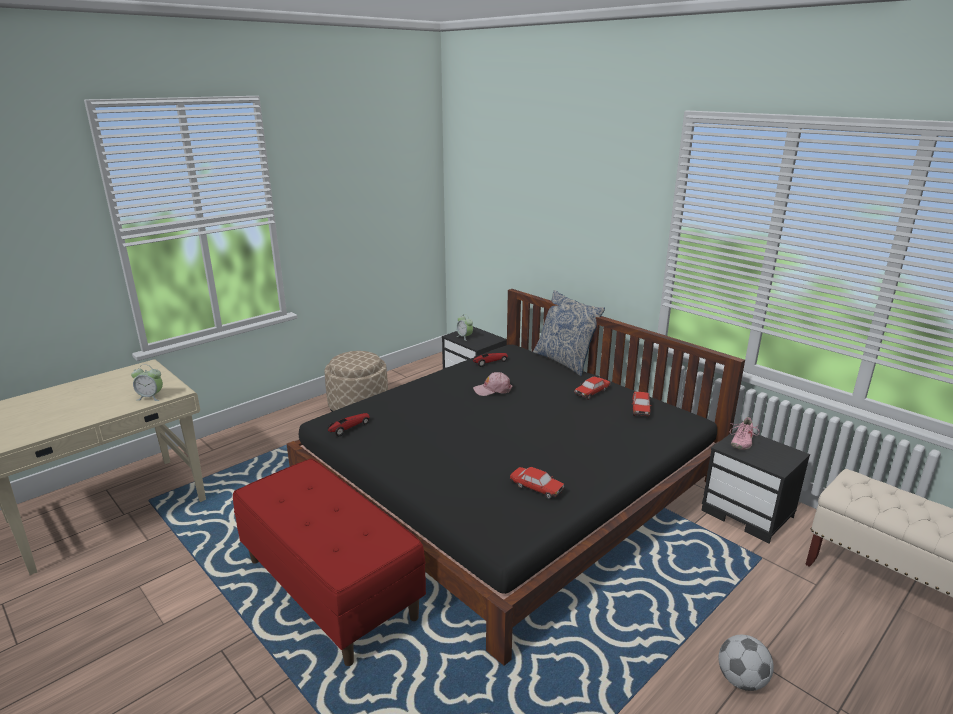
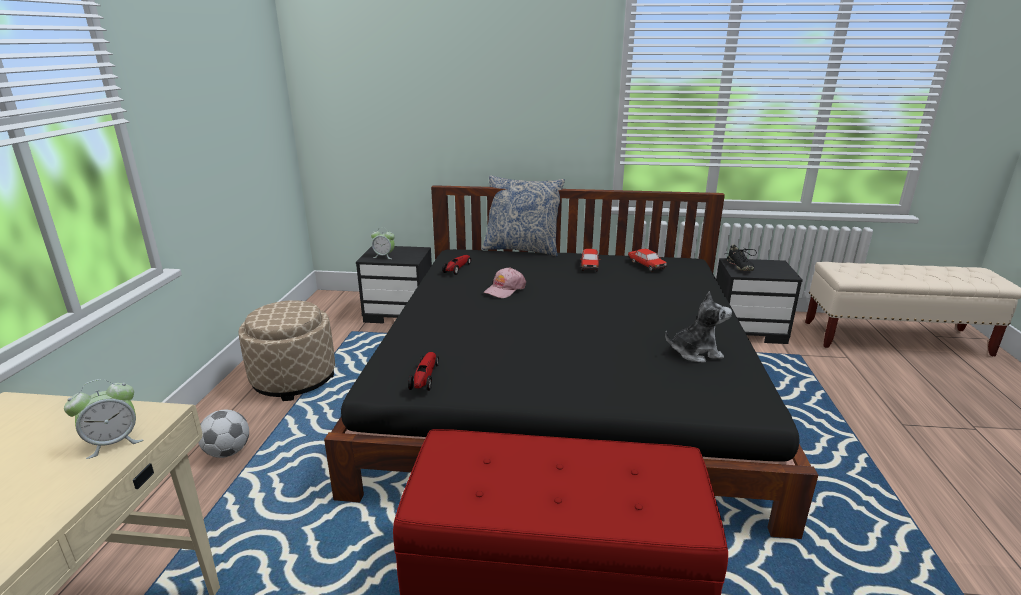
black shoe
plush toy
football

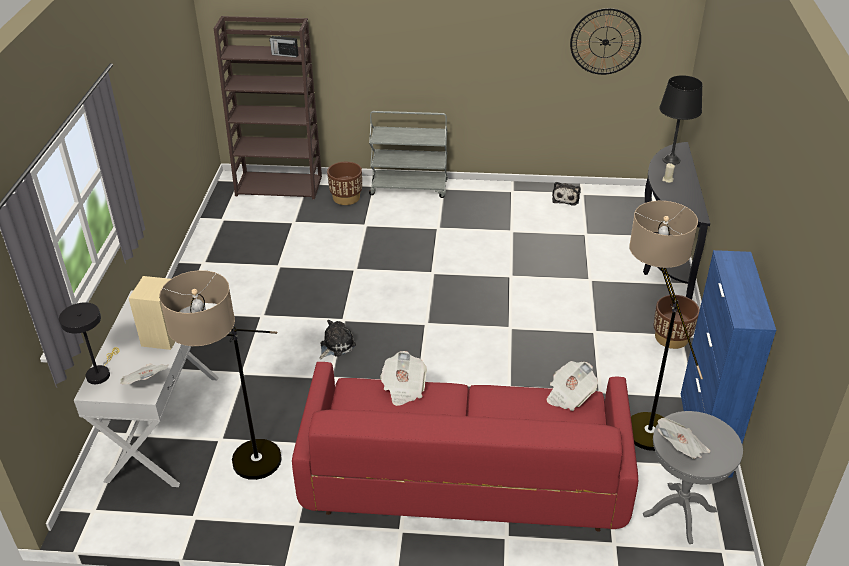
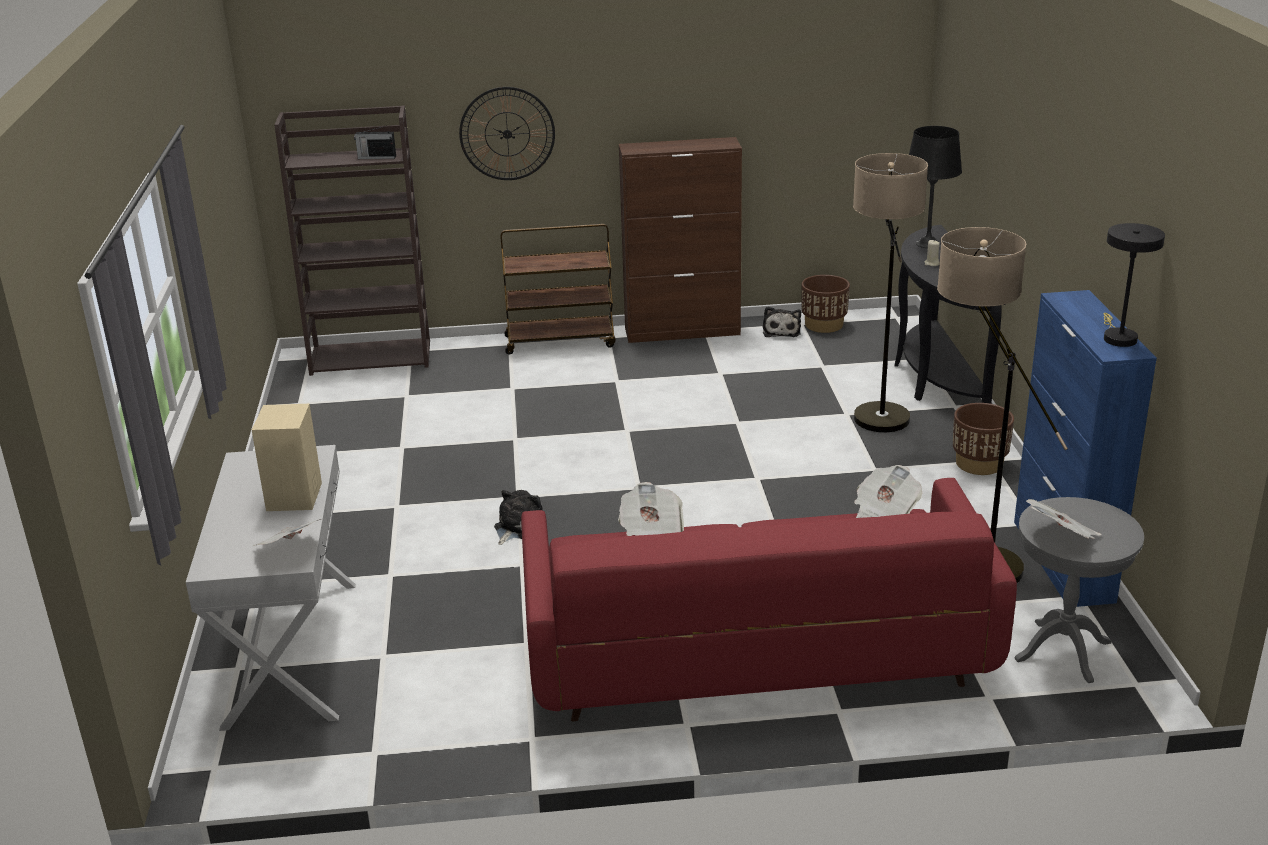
wall clock
brown cart
brown planter (1st from left)
floor lamp (1st from left)
black table lamp (2nd from left)
brown cabinet

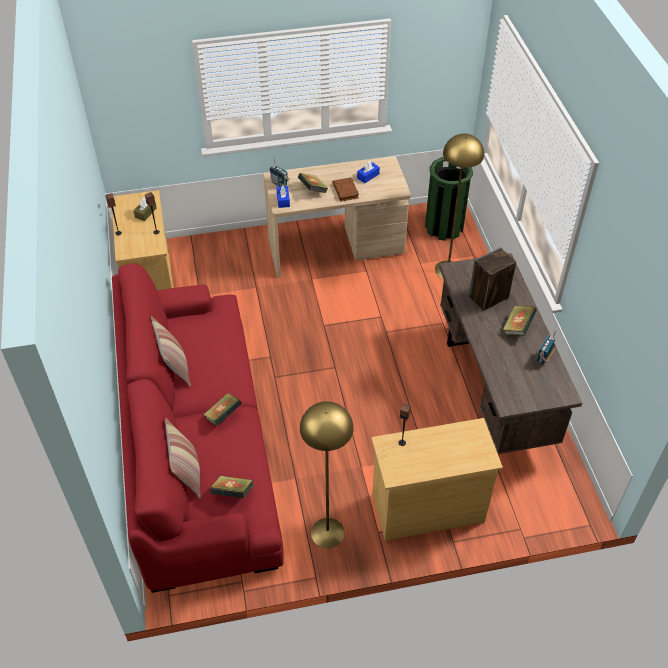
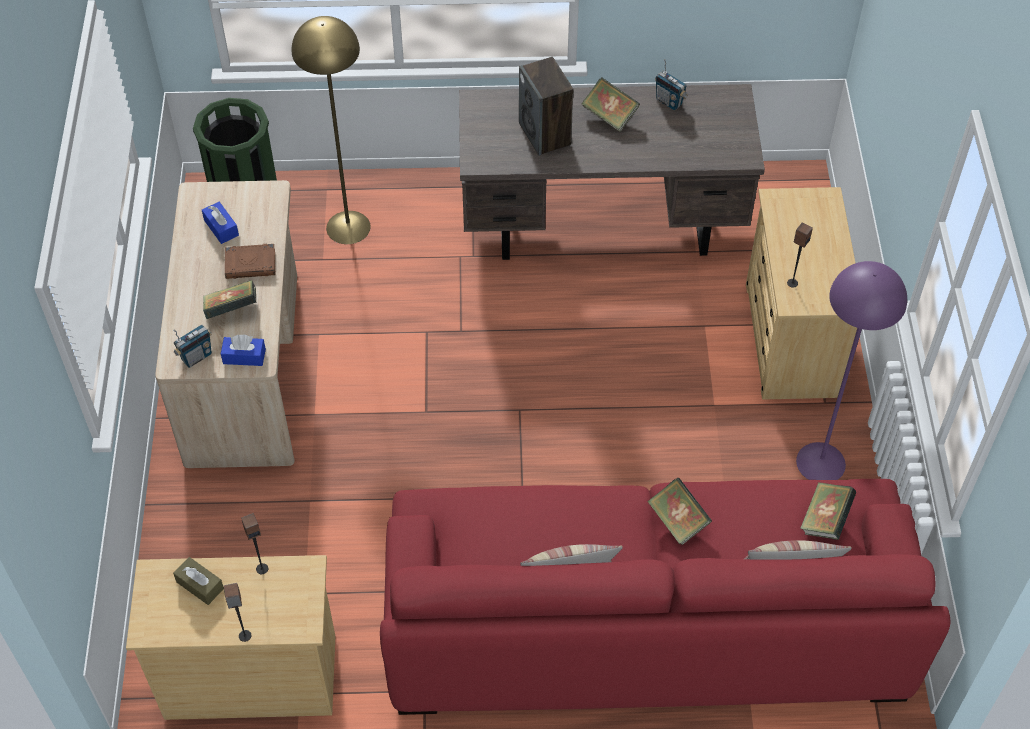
purple floor lamp

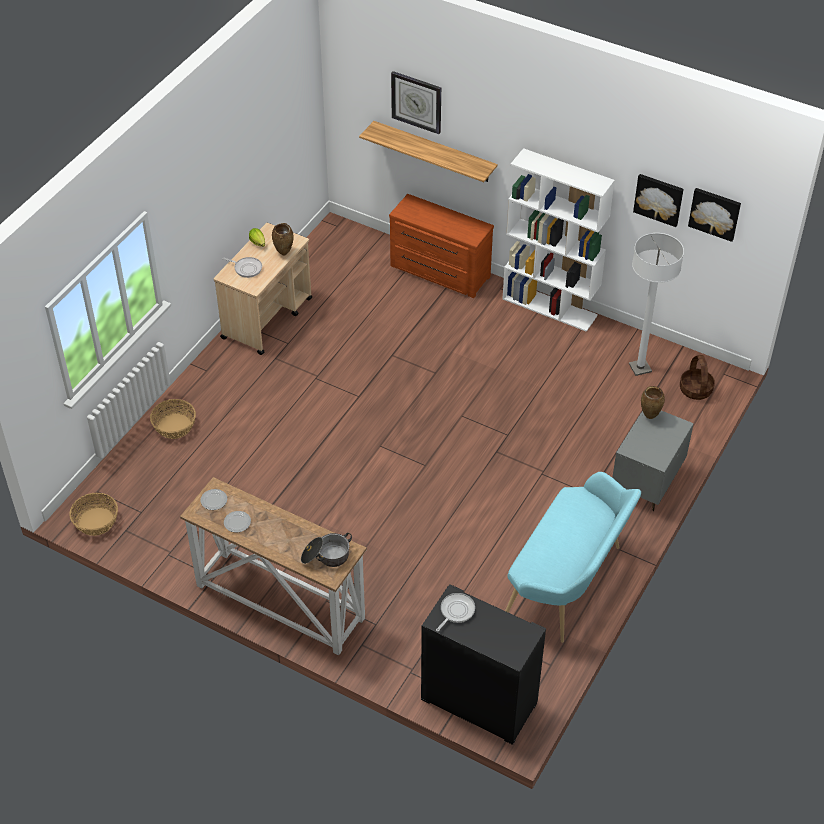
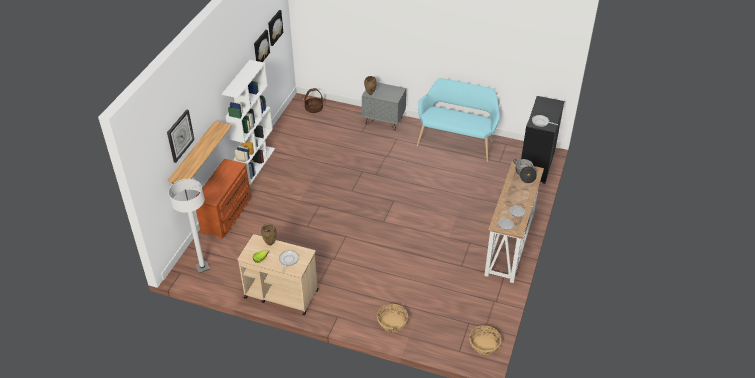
white floor lamp

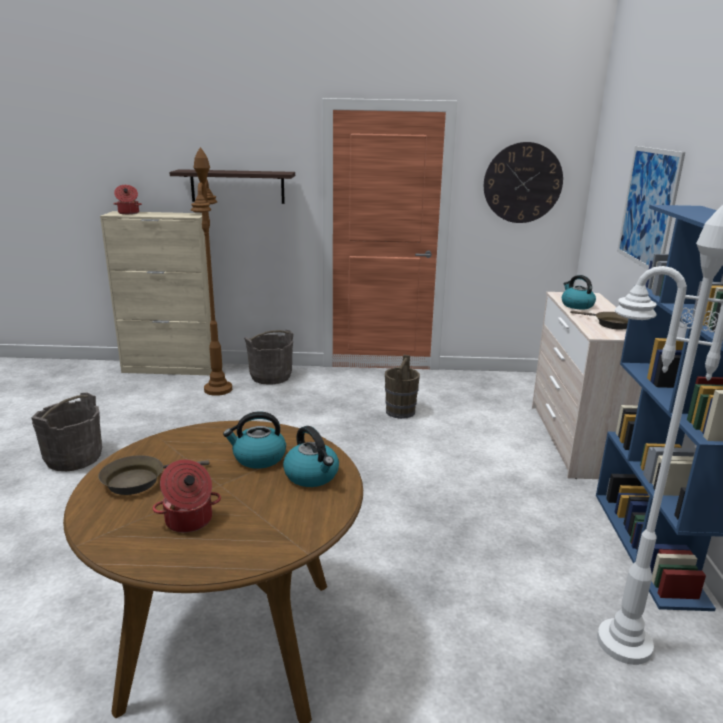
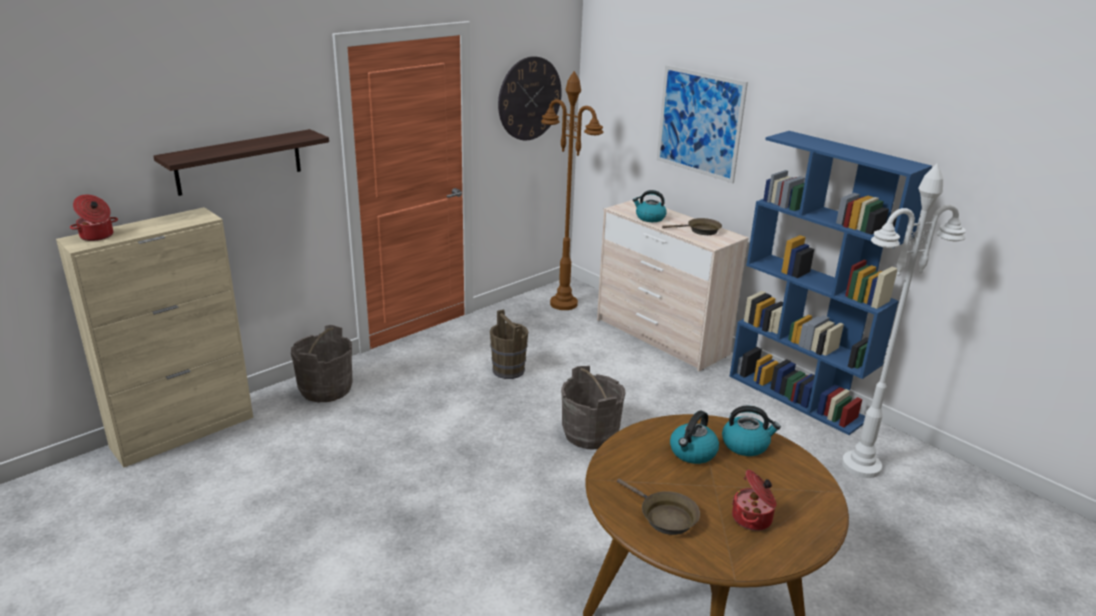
brown floor lamp
grey bucket (2nd from left)
brown frying pan (1st from left)

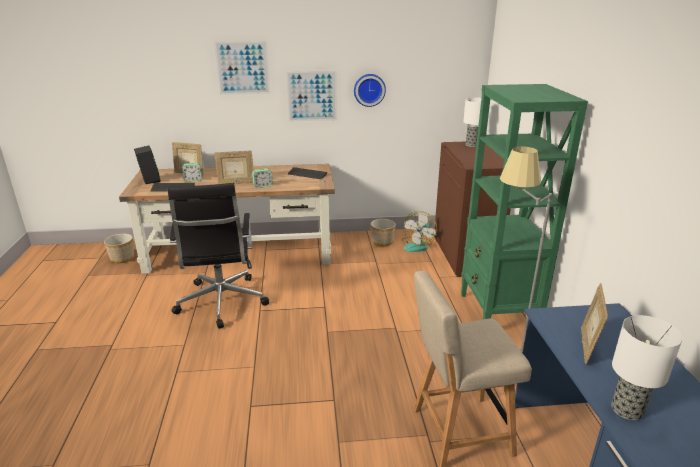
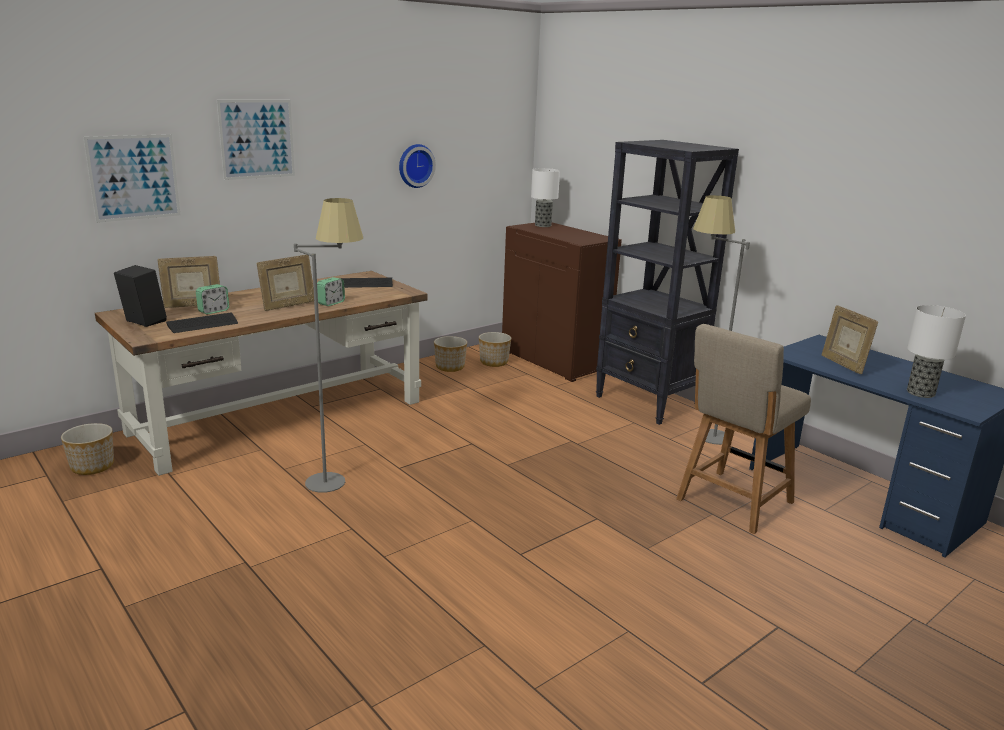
picture (1st from left)
black bookcase
grey floor lamp (1st from left)
planter (3rd from left)

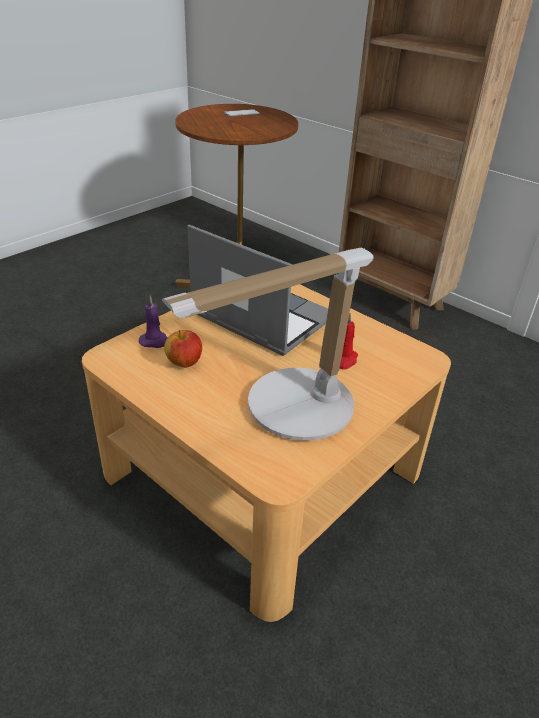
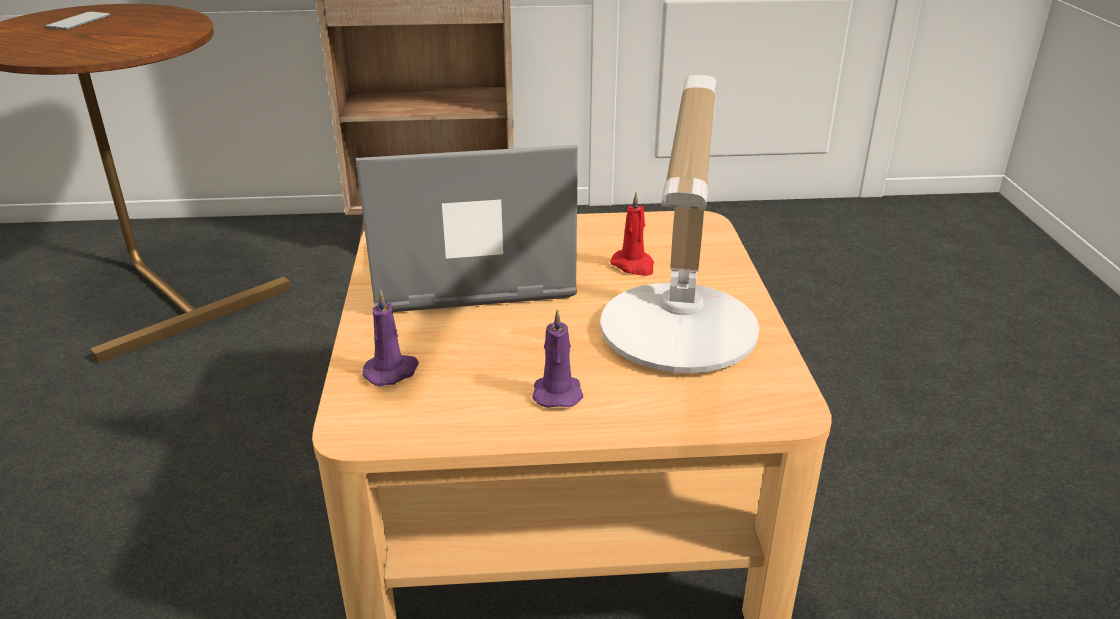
apple
purple candle (2nd from left)

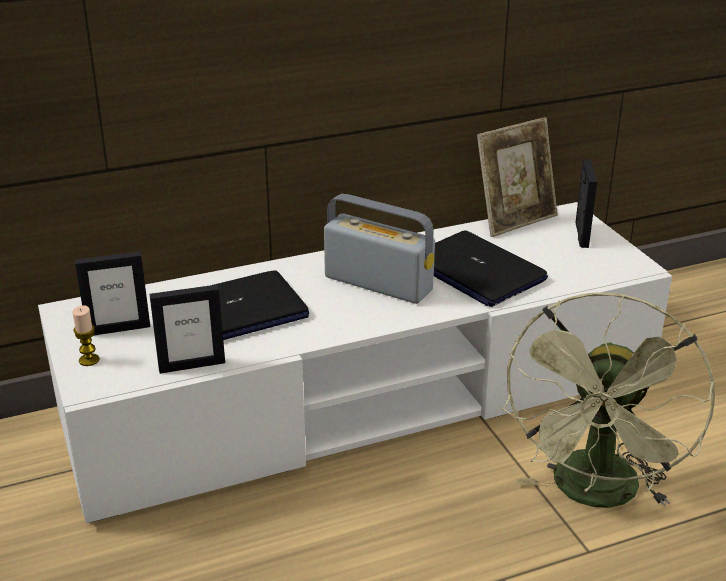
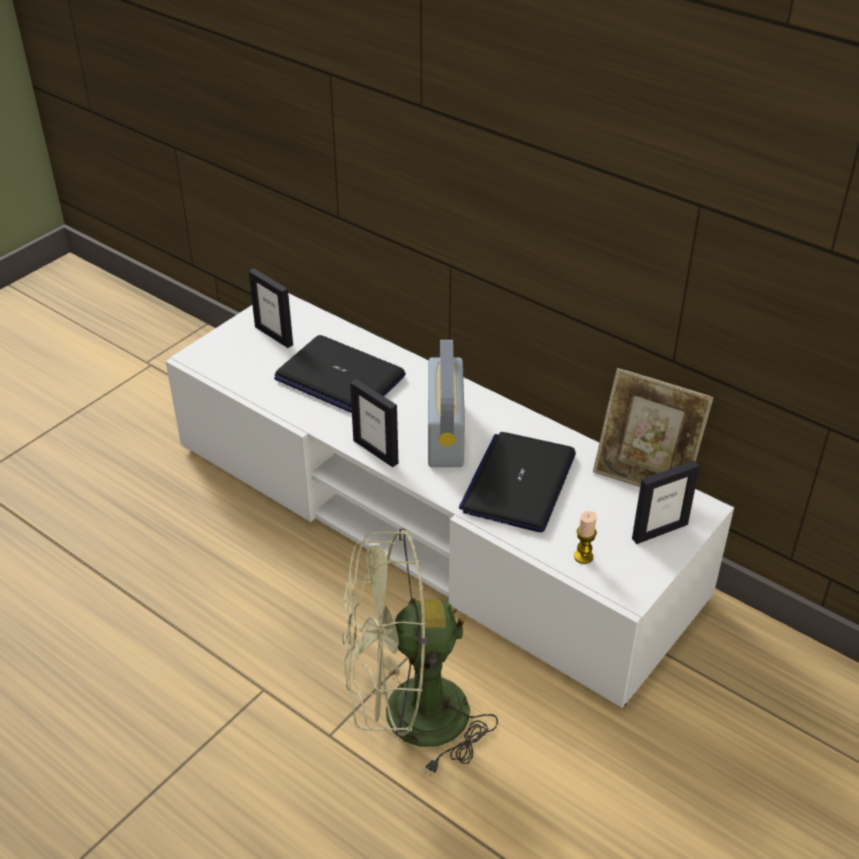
picture frame (2nd from left)
candle

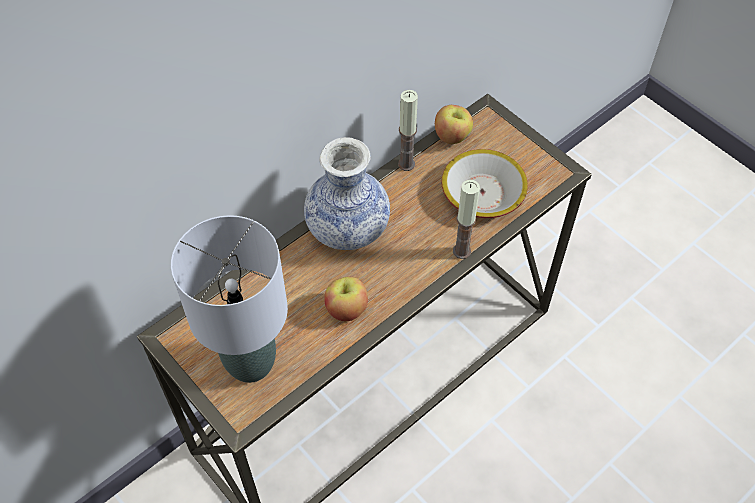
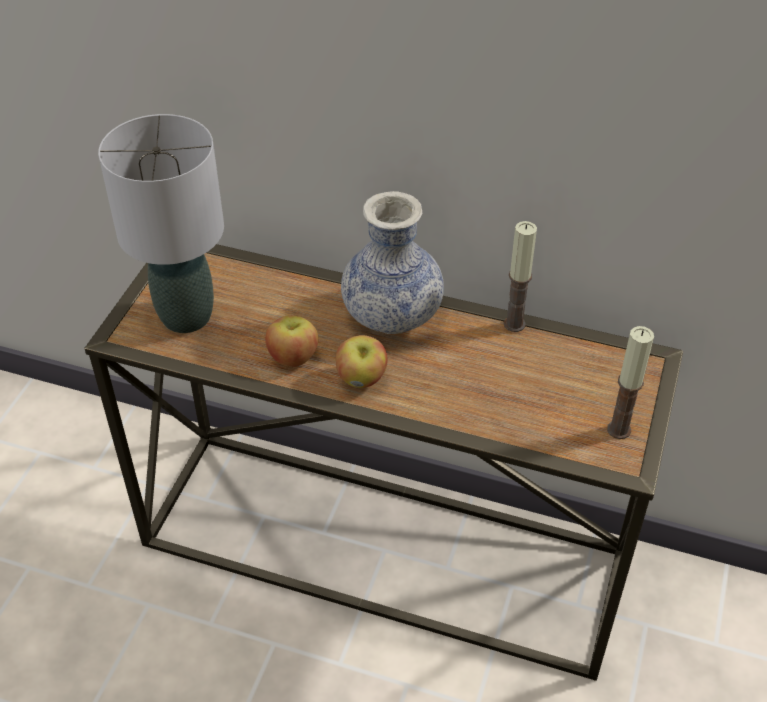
apple (2nd from left)
bowl
candle (2nd from left)

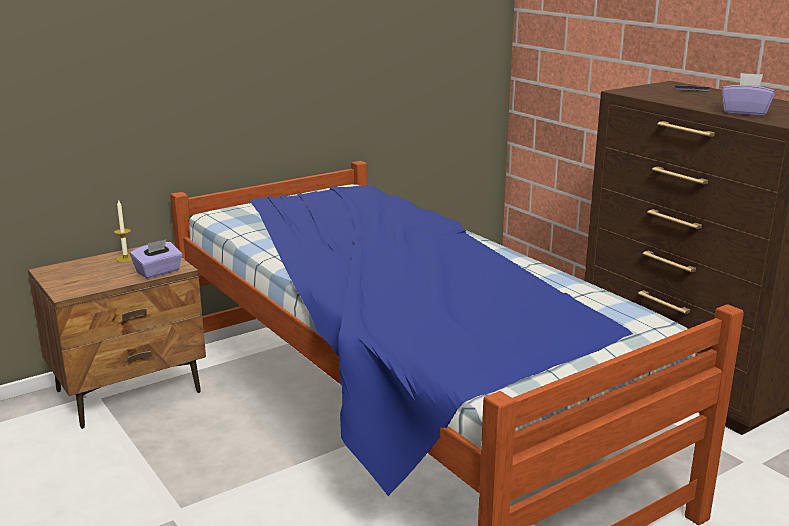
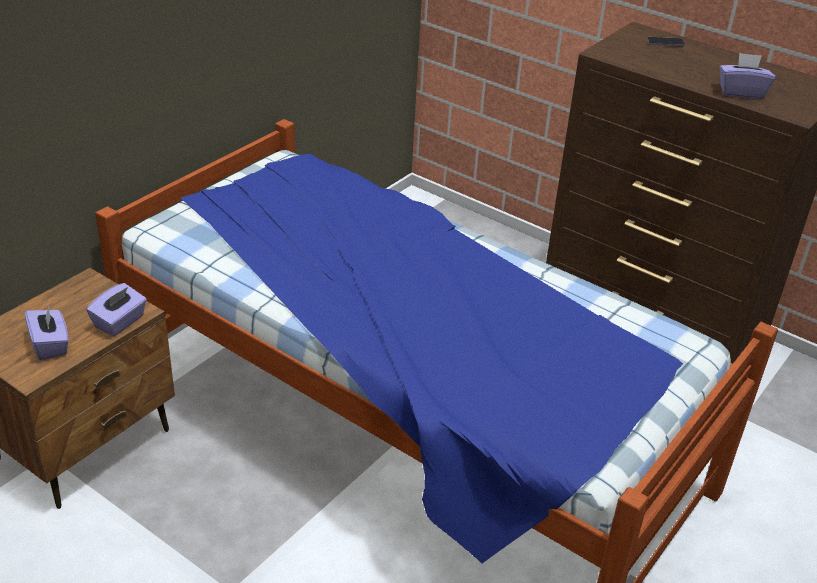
candle
purple tissue box (1st from left)

